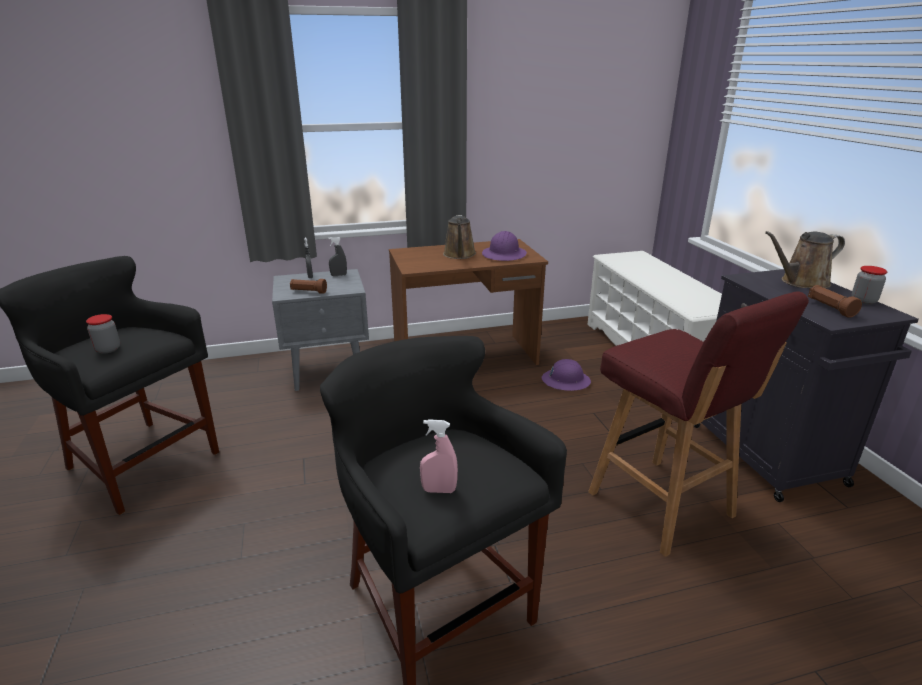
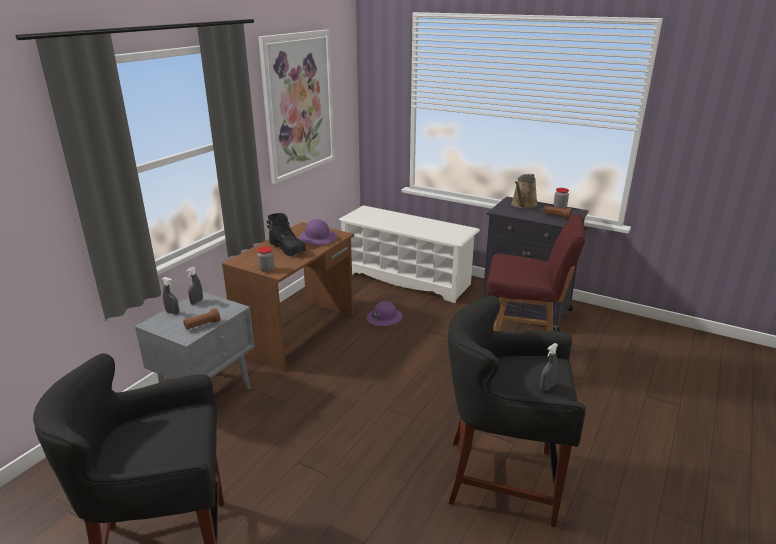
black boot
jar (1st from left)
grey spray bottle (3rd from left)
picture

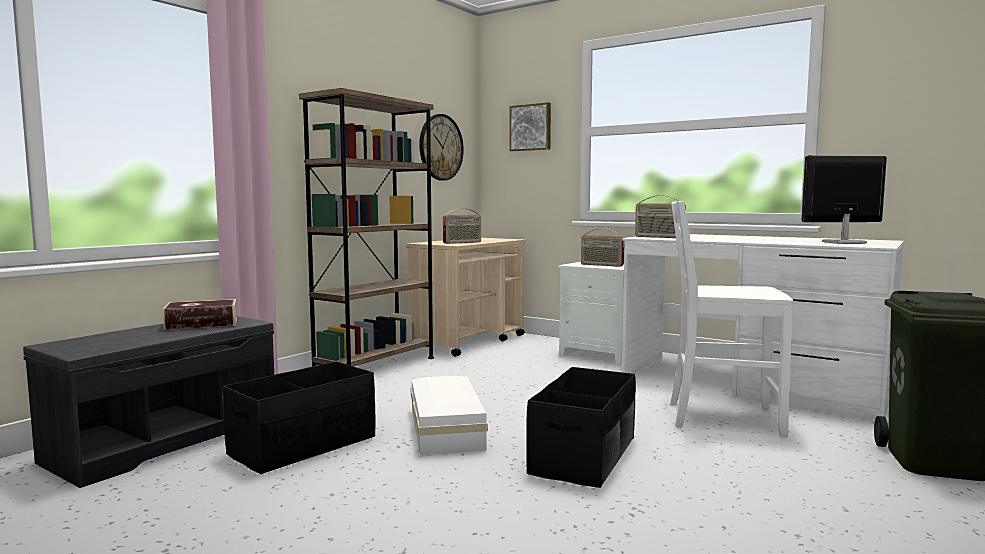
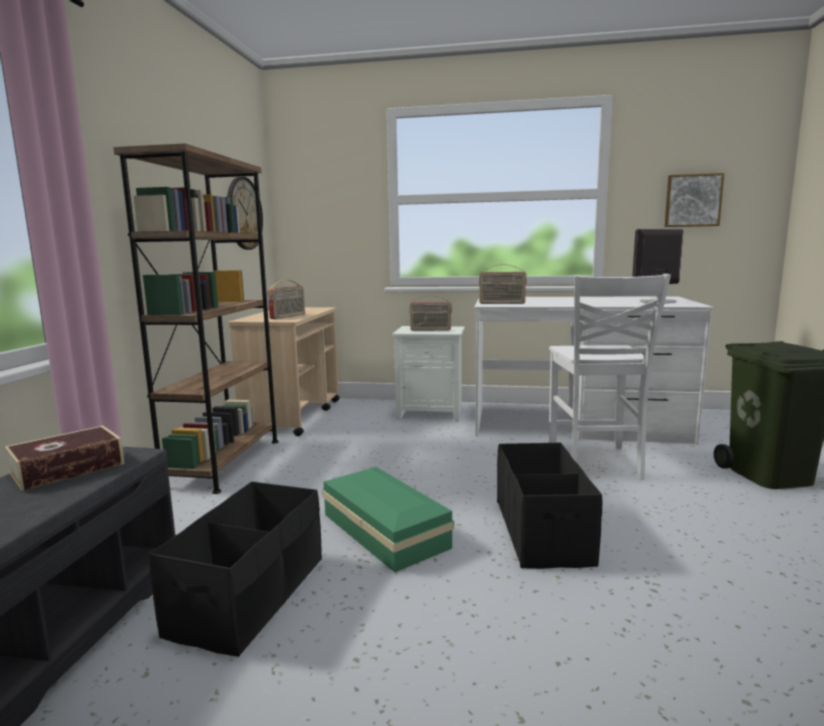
picture
white chair
green storage box

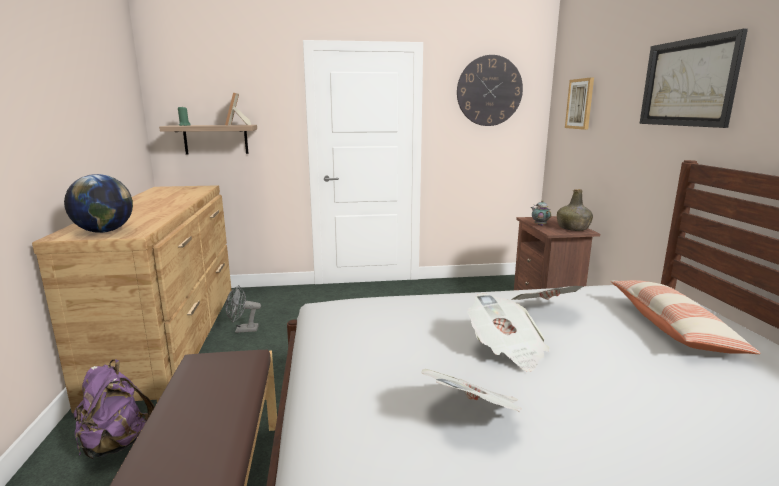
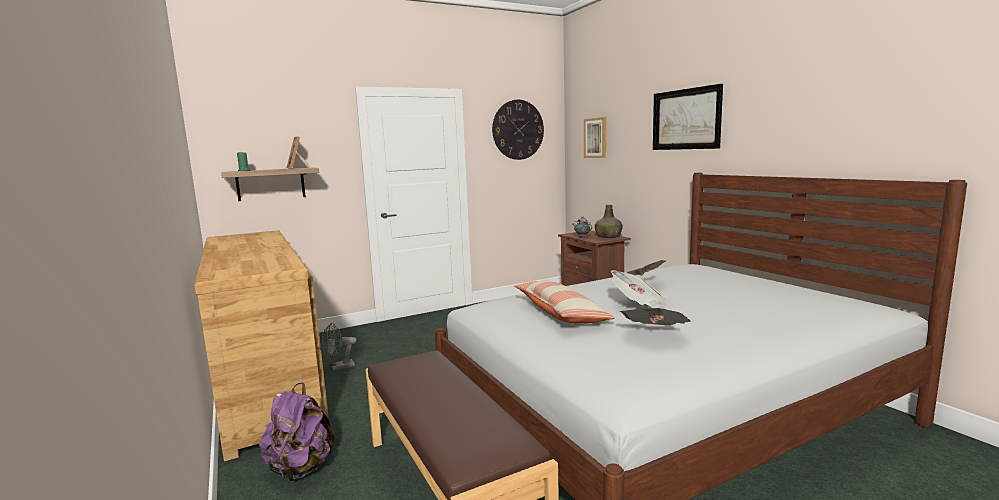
globe
pillow

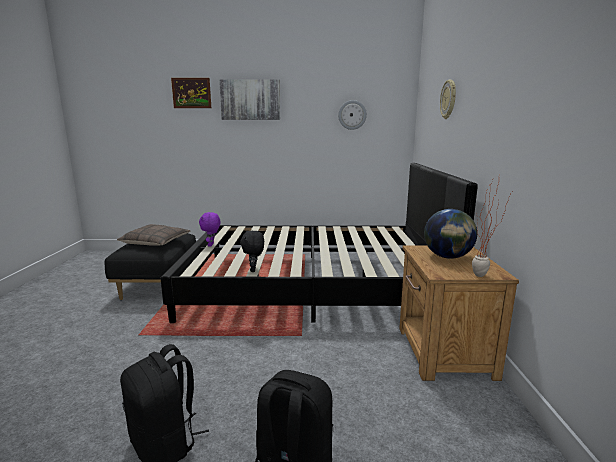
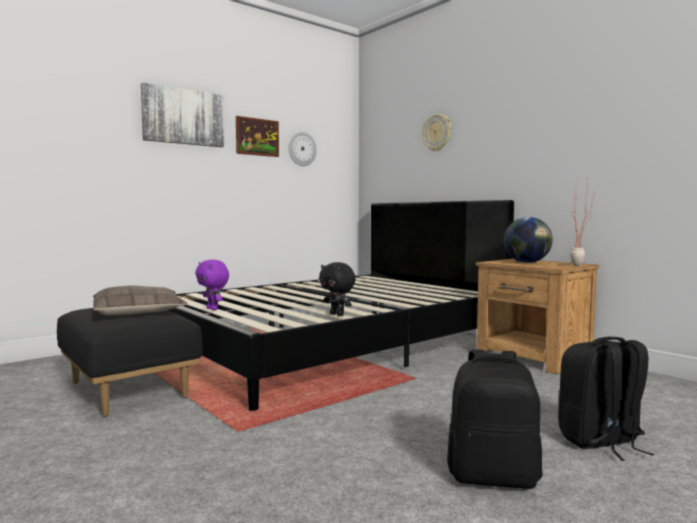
picture (2nd from left)

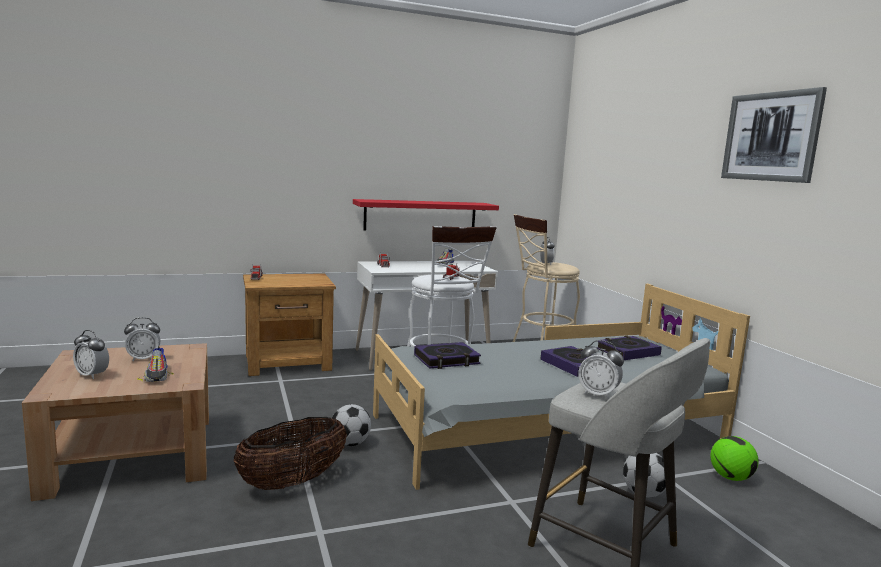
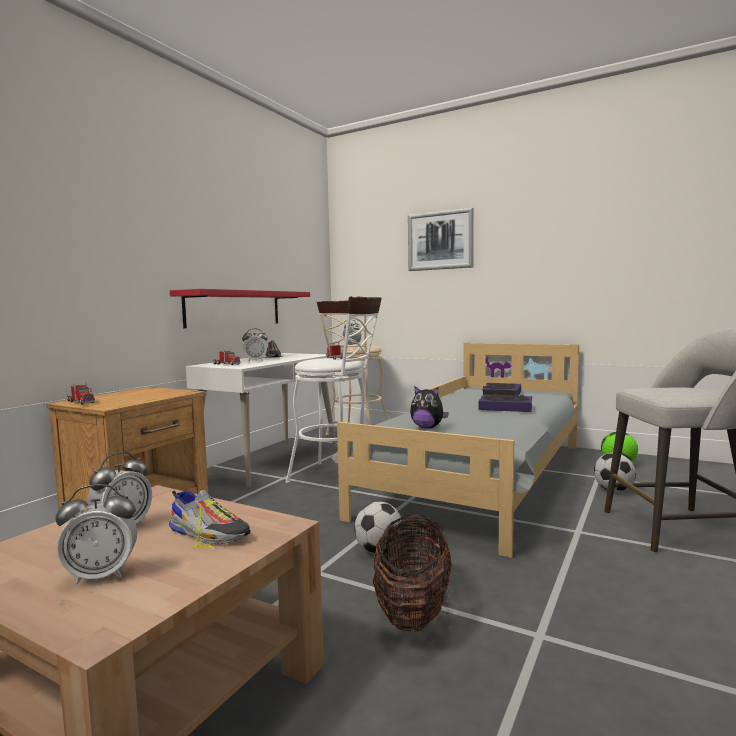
picture
alarm clock (3rd from left)
plush toy

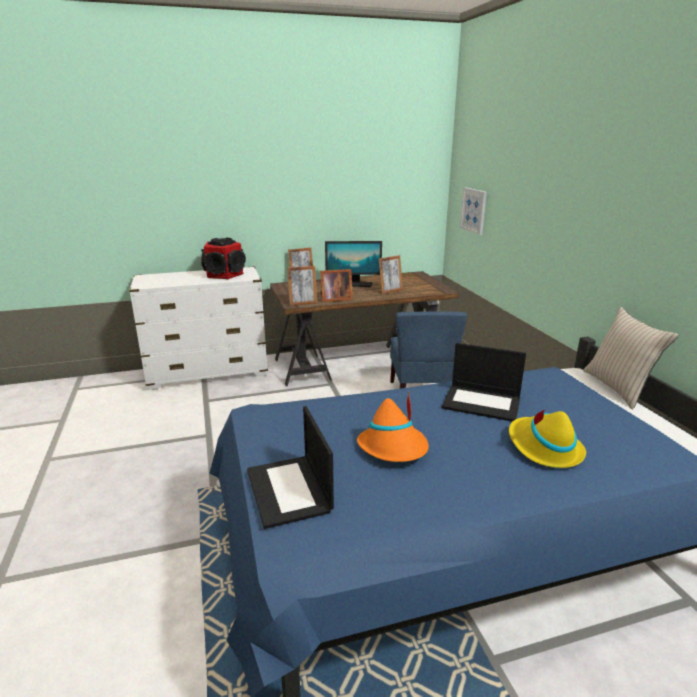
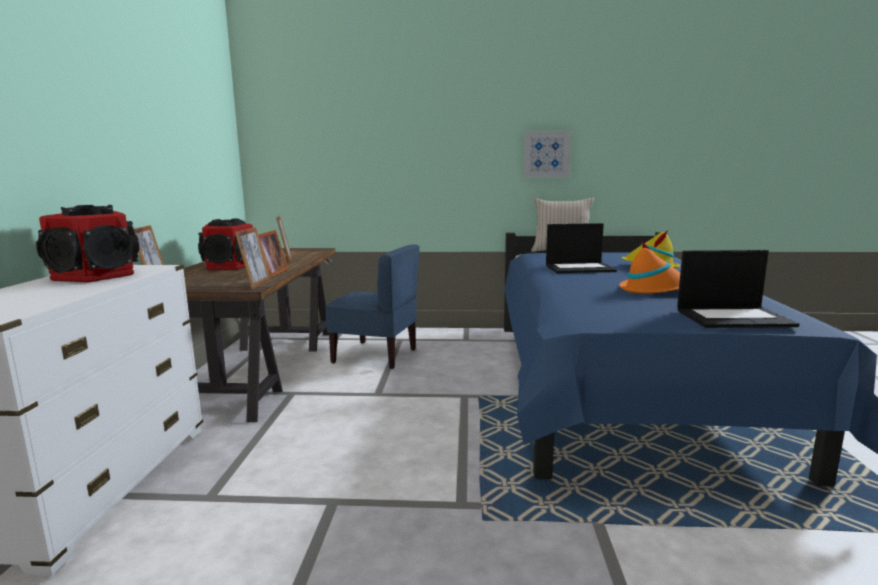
picture
speaker (2nd from left)
laptop (1st from left)

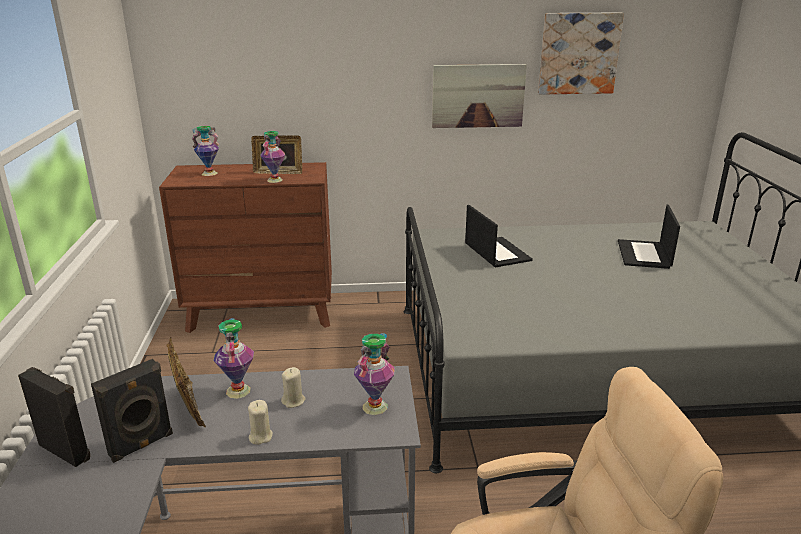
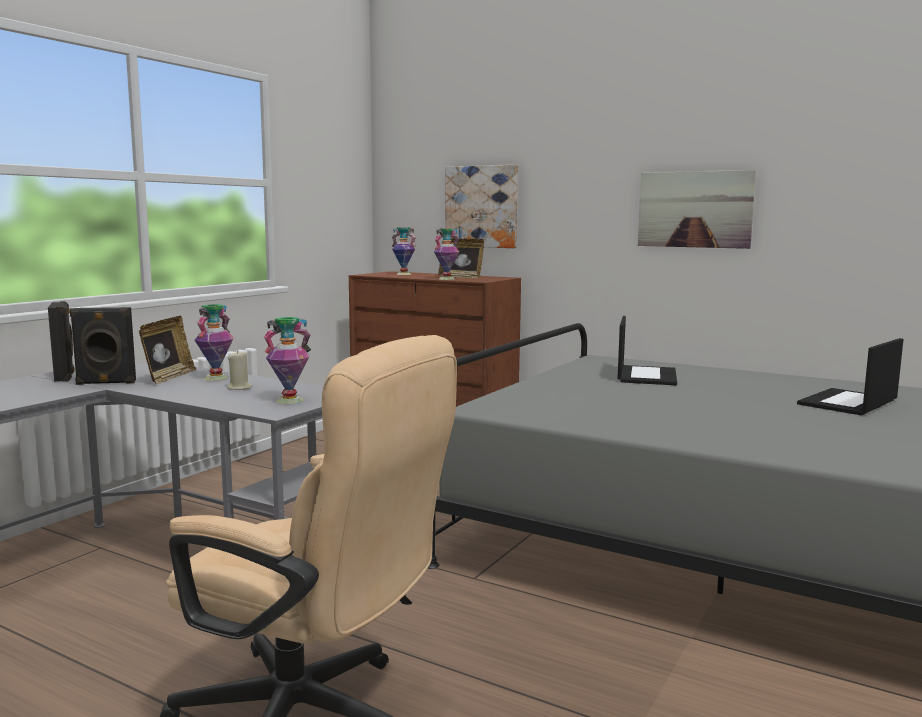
picture (1st from left)
beige candle (1st from left in the first image)

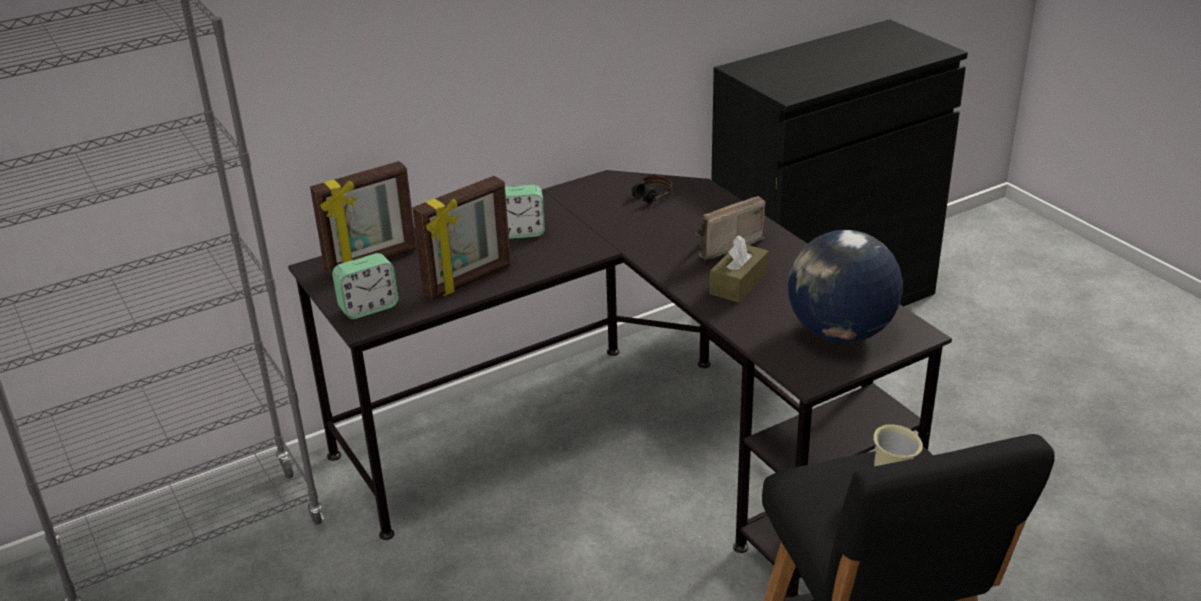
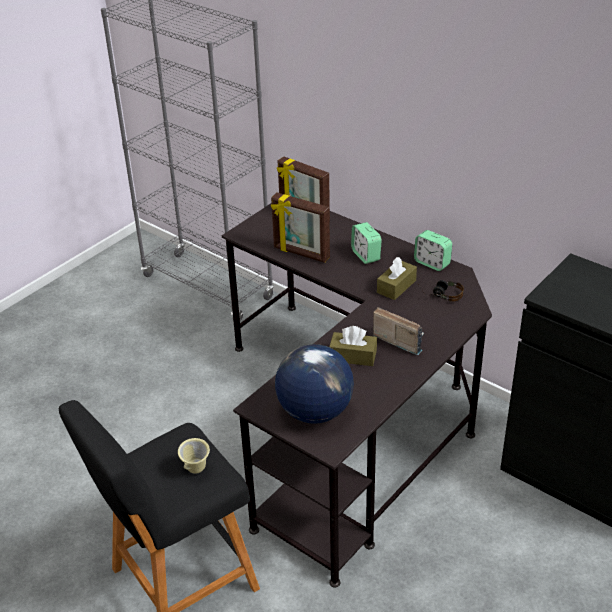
alarm clock (2nd from left)
brown tissue box (2nd from left)

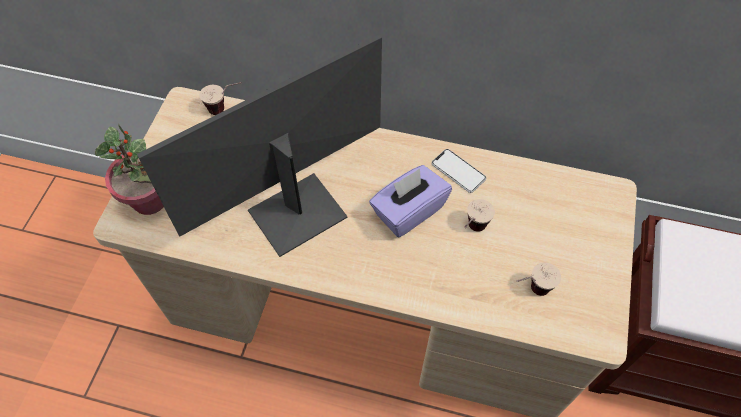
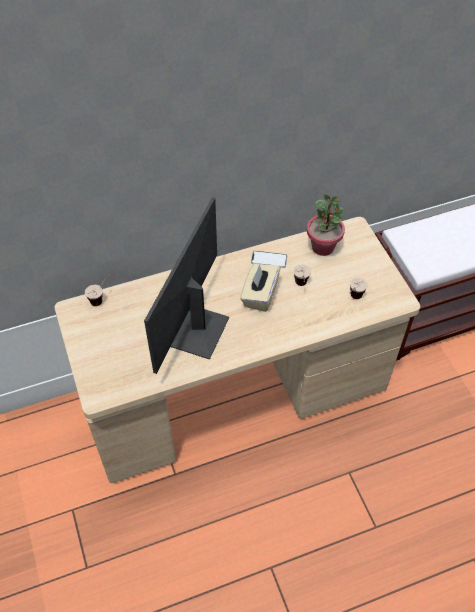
potted plant
beige tissue box

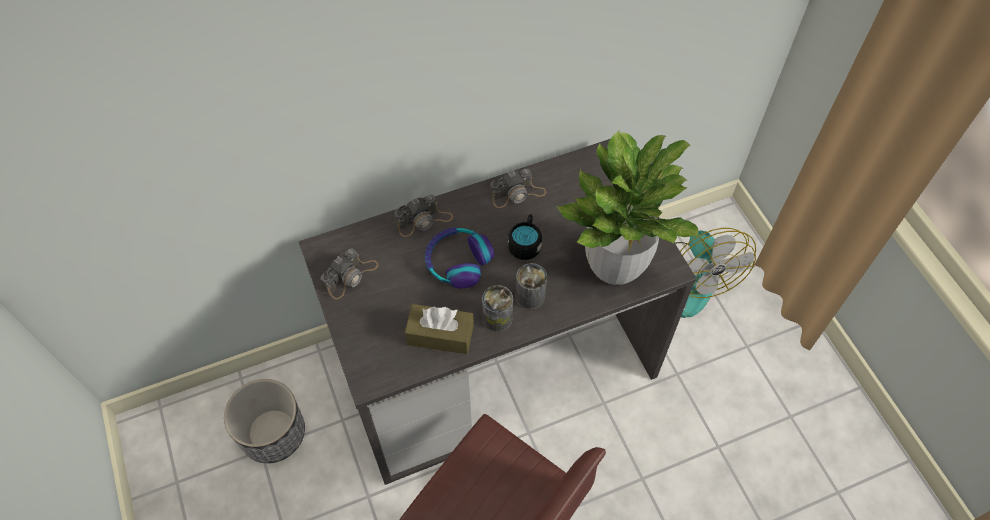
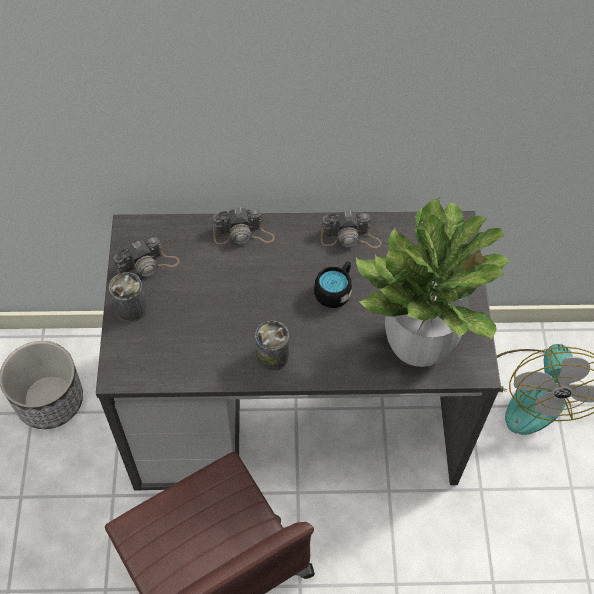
headphones
can (1st from left)
brown tissue box

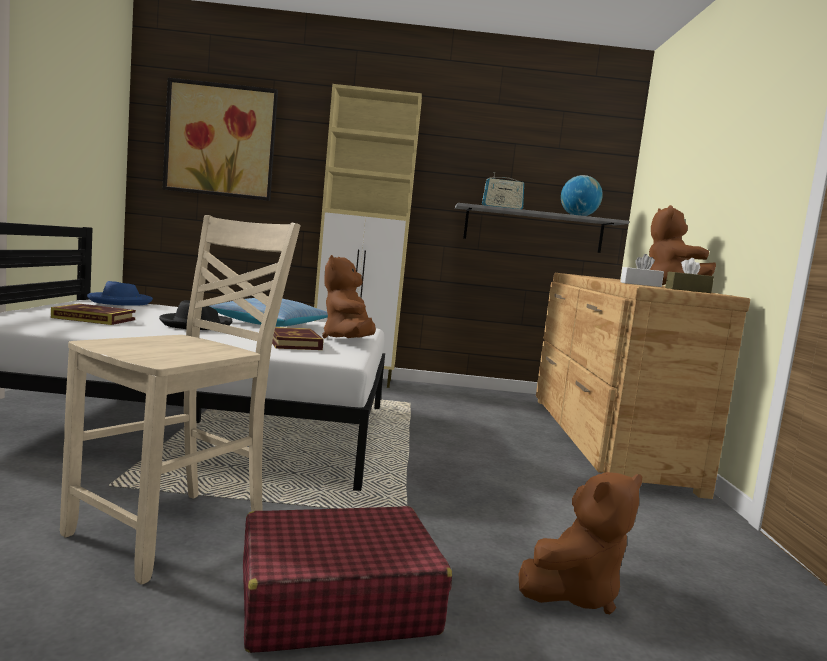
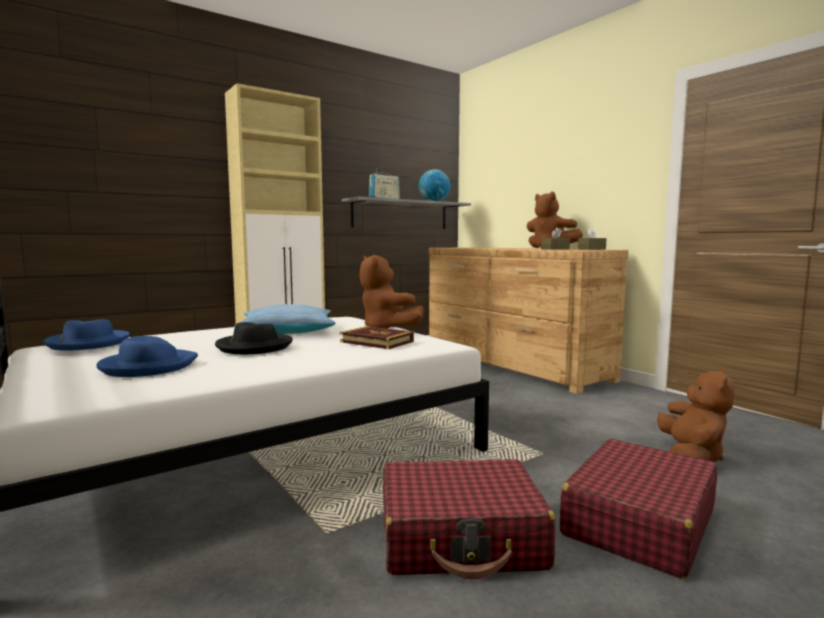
picture
red suitcase (1st from left)
brown tissue box (1st from left)
blue hat (2nd from left)

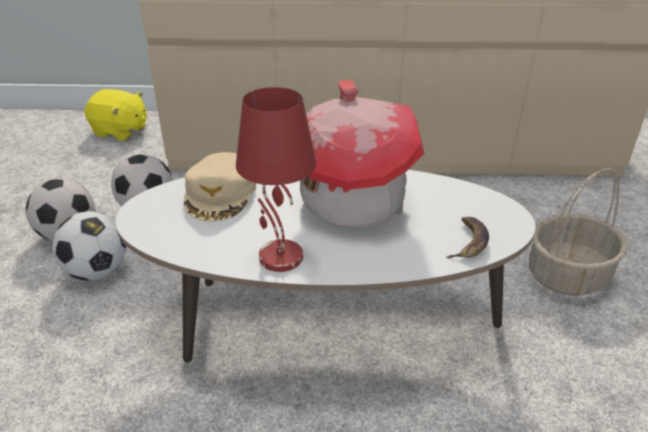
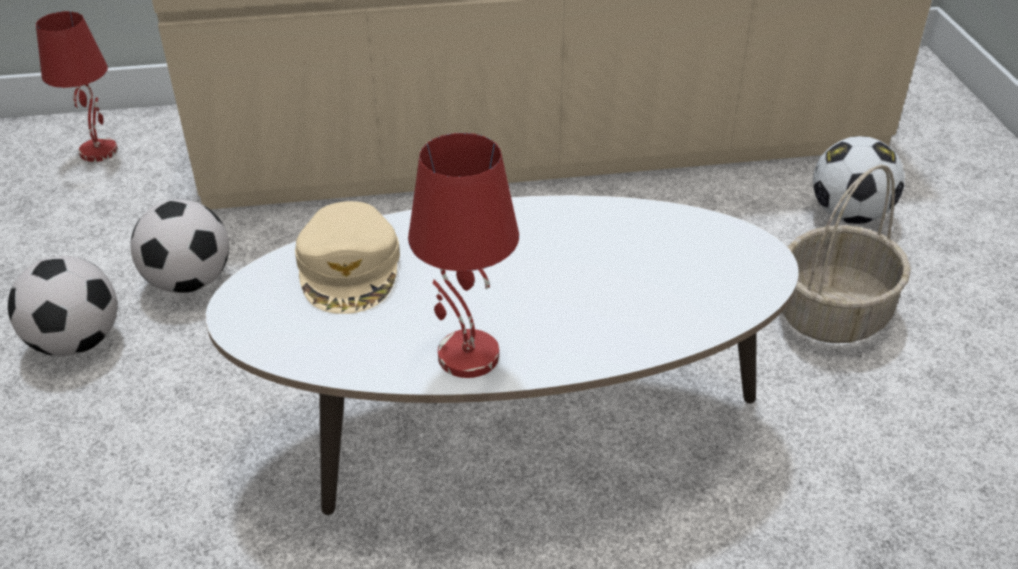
toy house
red table lamp (1st from left)
football (3rd from left)
banana

